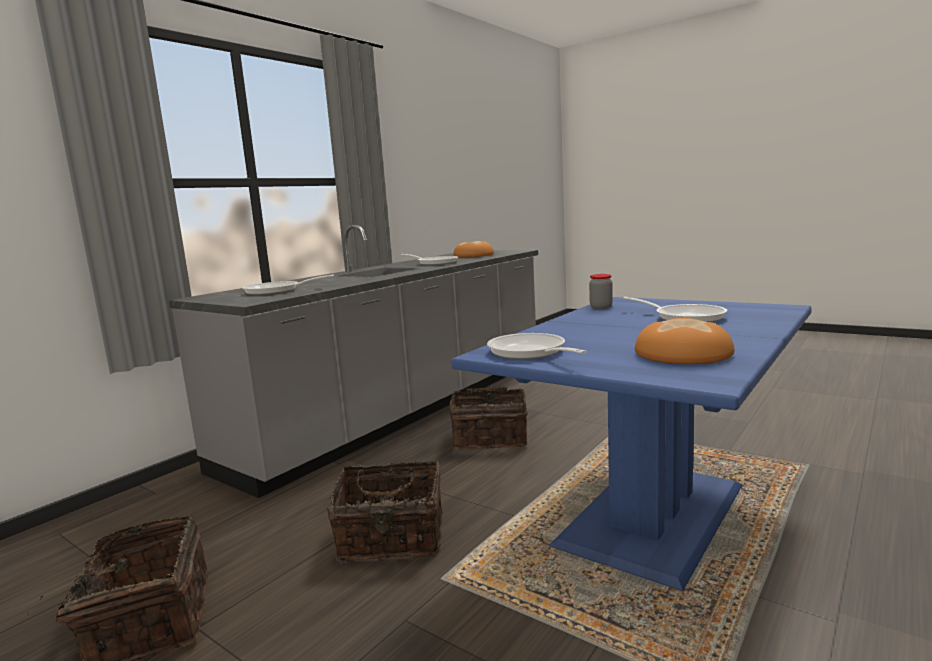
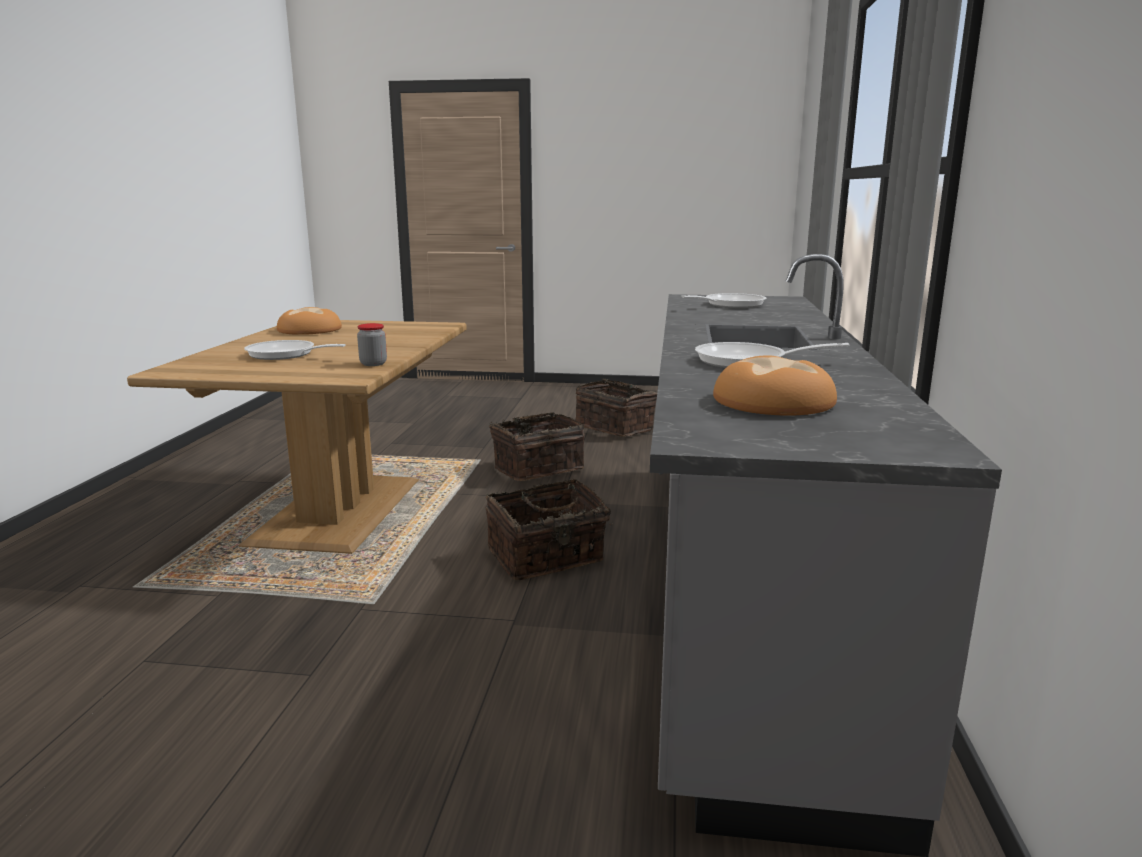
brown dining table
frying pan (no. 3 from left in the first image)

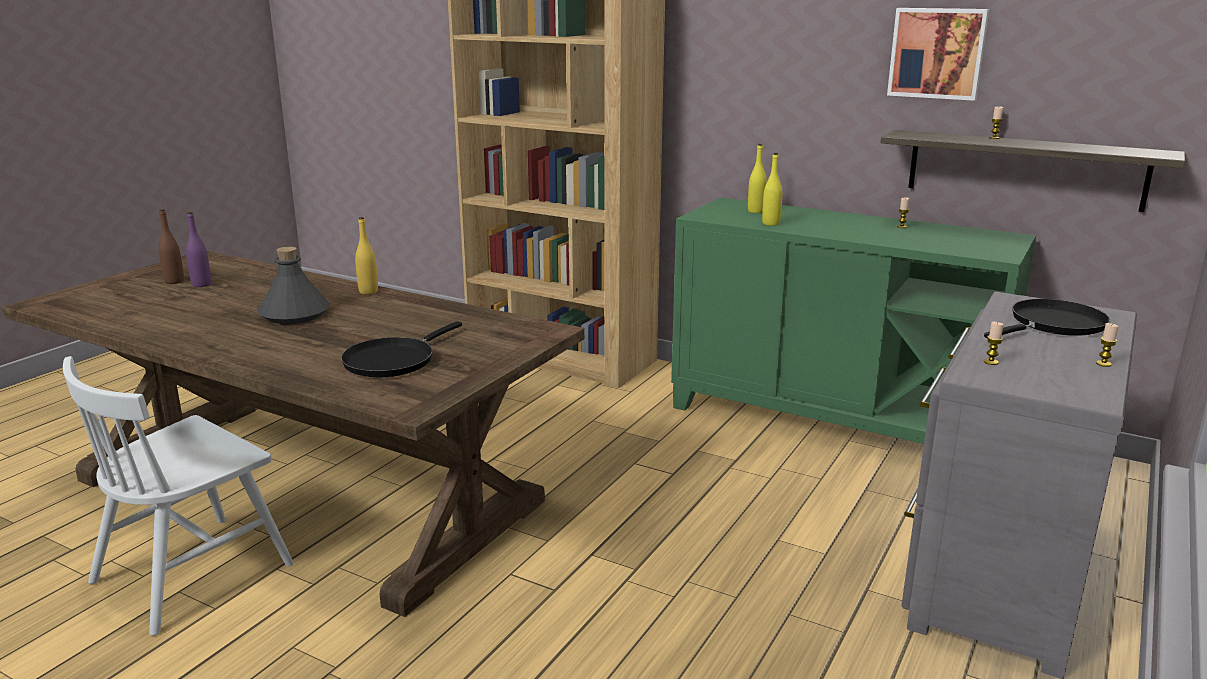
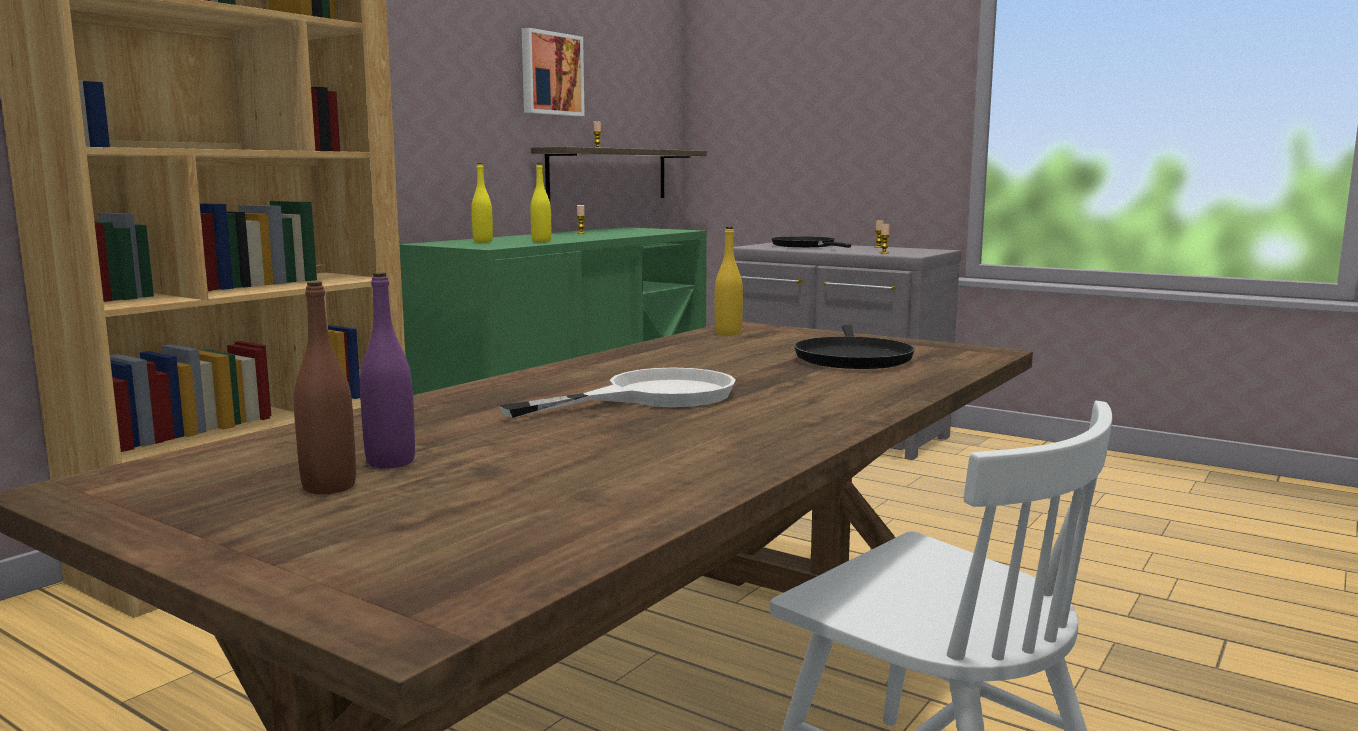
white frying pan
black frying pan (no. 2 from left)
yellow bottle (no. 3 from left)

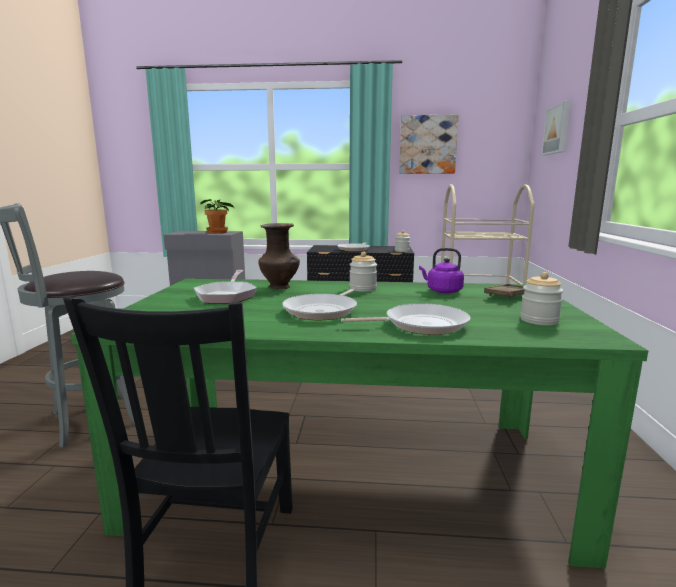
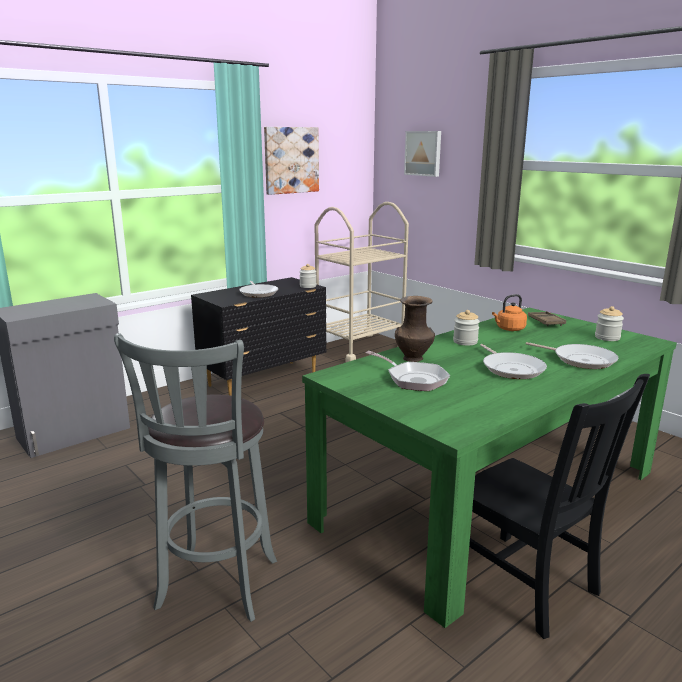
potted plant
frying pan (no. 4 from left)
orange kettle

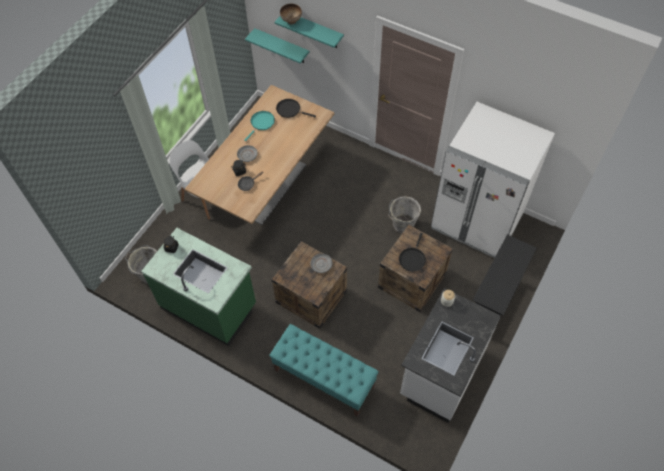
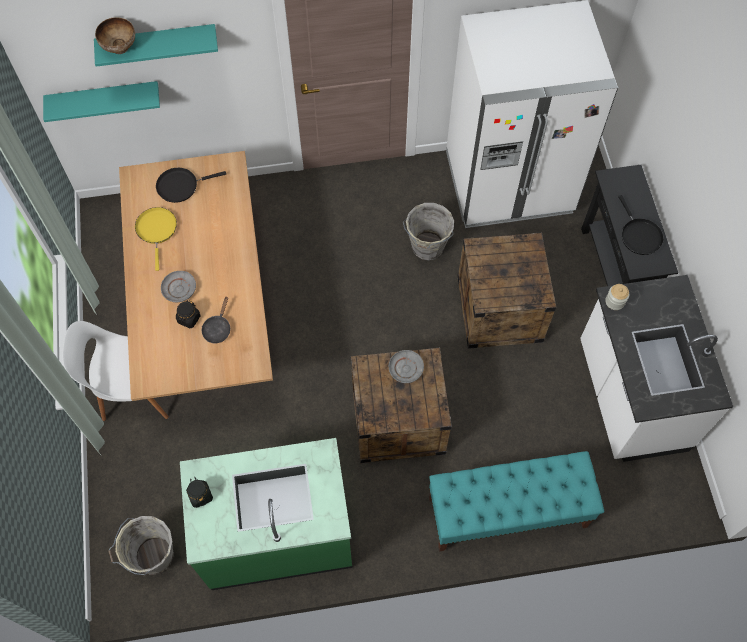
yellow frying pan
black frying pan (no. 3 from left)

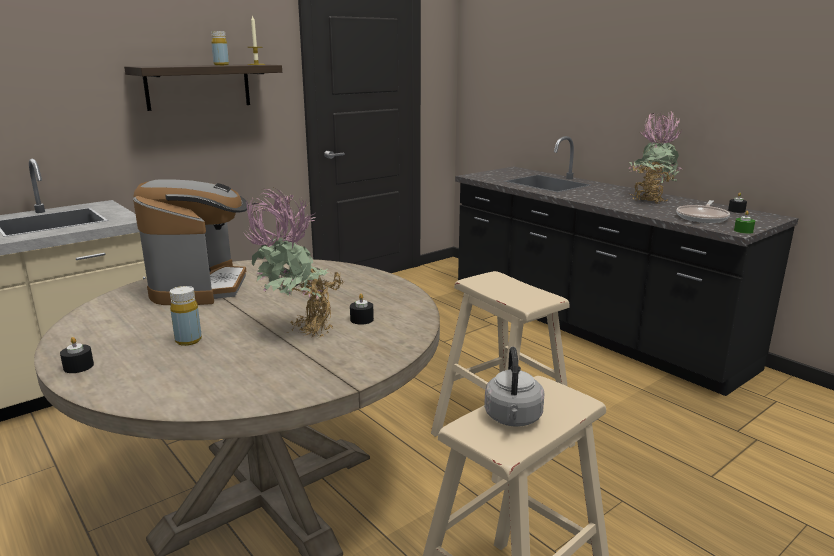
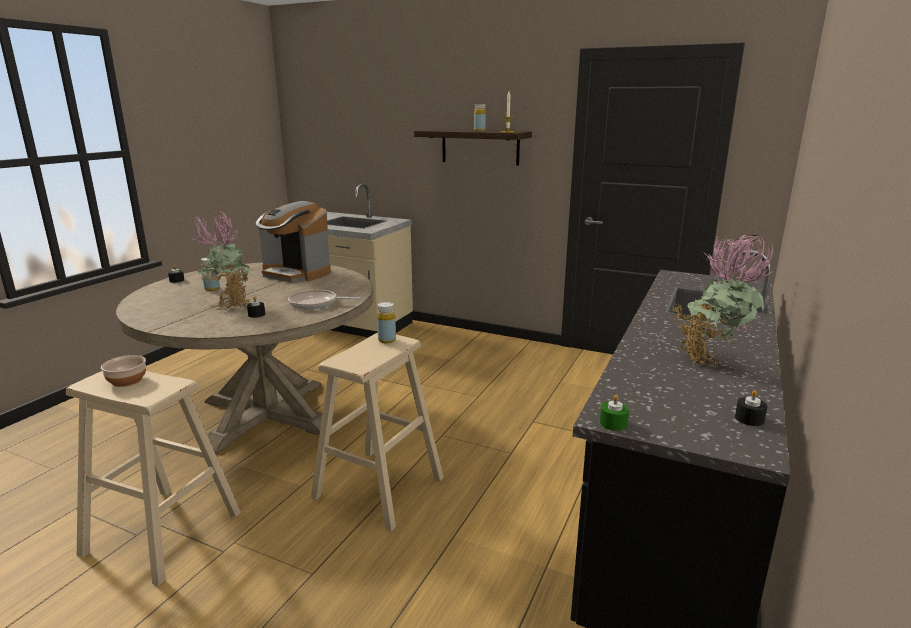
coffee machine
bowl
frying pan
yellow bottle (no. 2 from left)

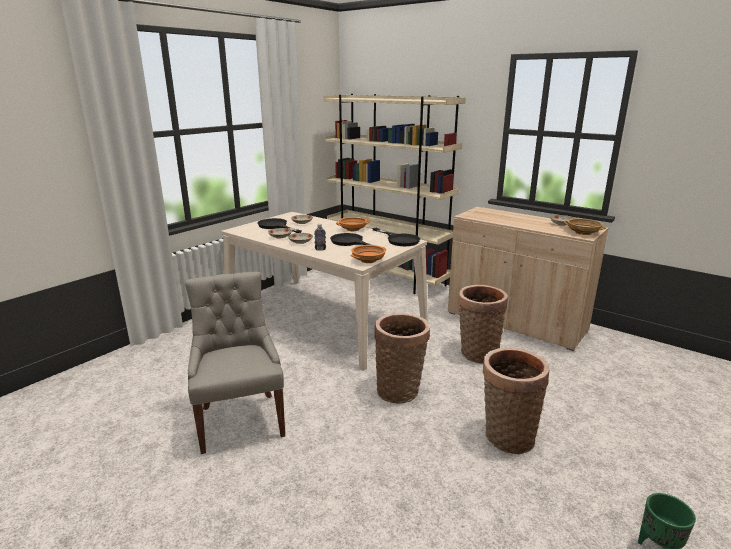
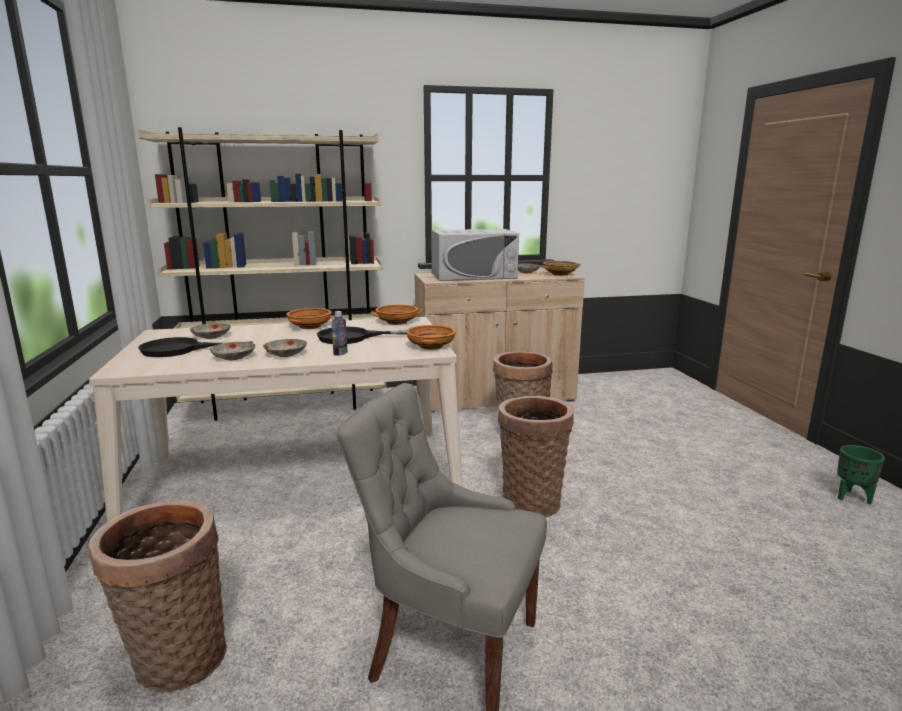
orange bowl (no. 2 from left)
basket (no. 1 from left)
white microwave

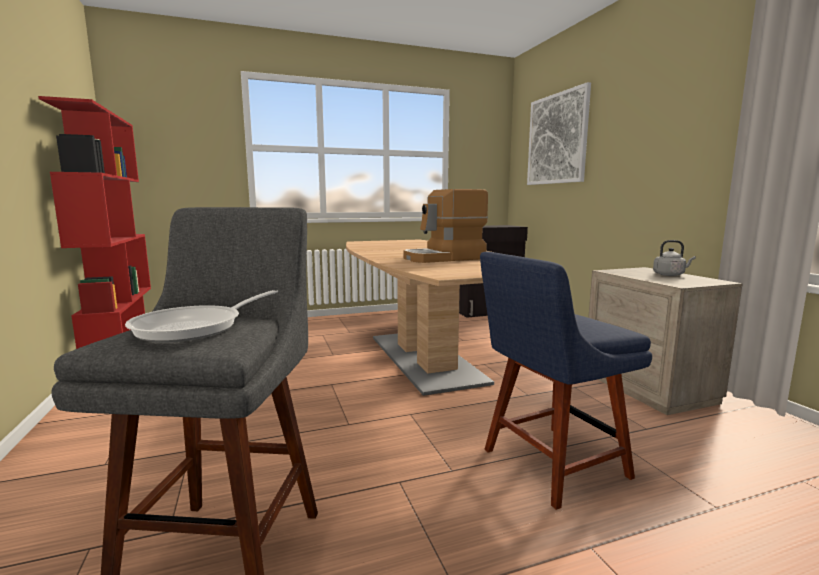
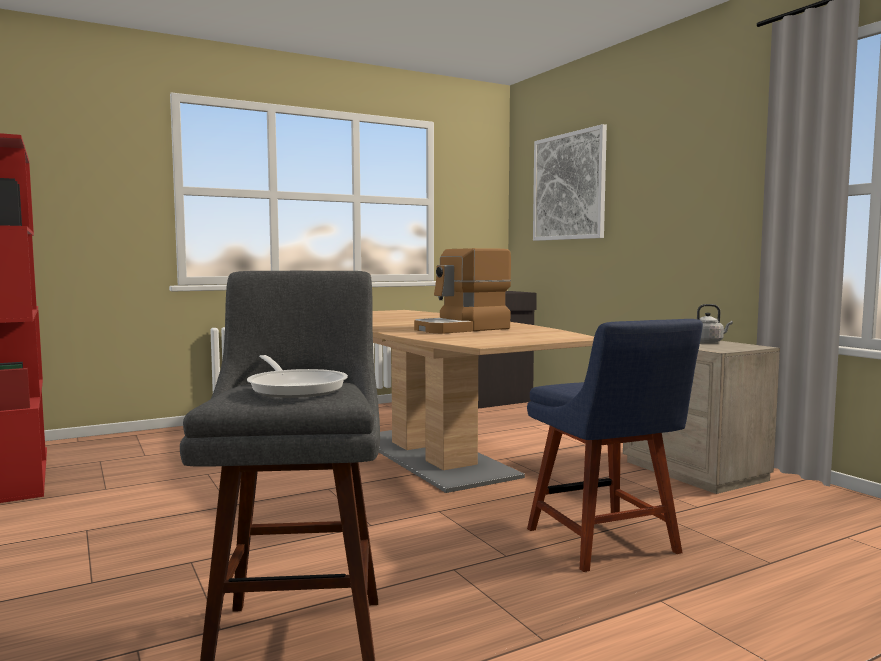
frying pan
blue chair

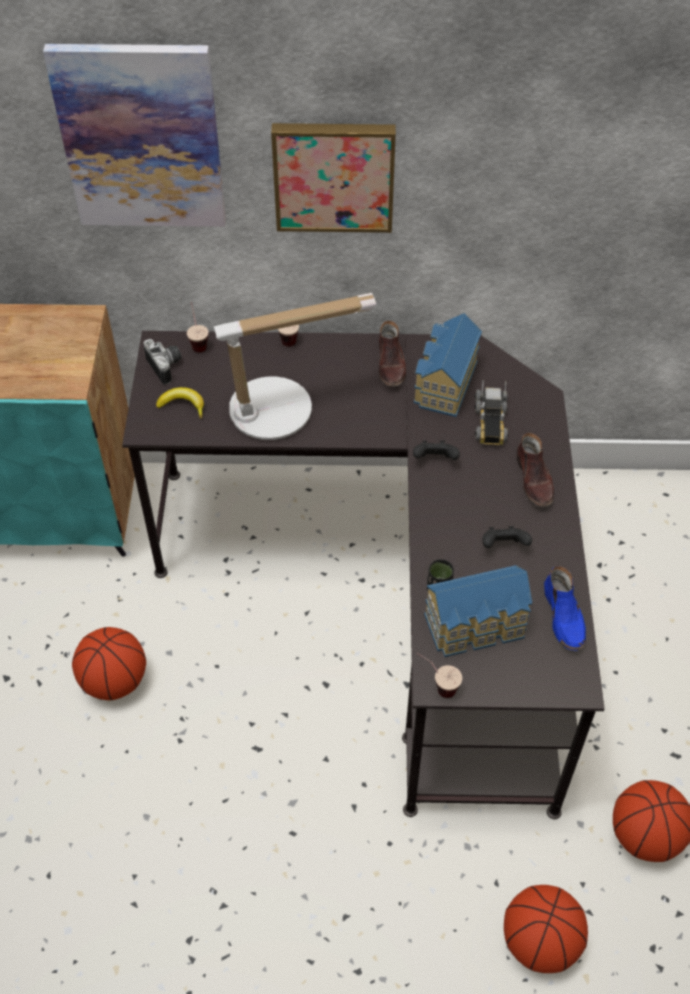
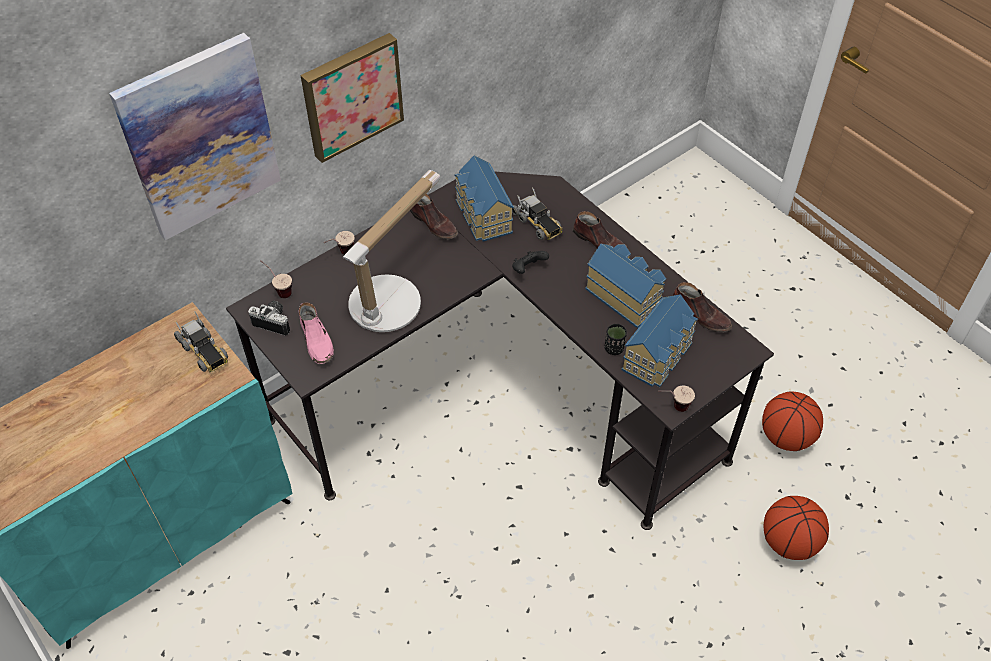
basketball (no. 1 from left in the first image)
pink shoe
toy house (no. 2 from left)
brown shoe (no. 3 from left)
toy truck (no. 1 from left)

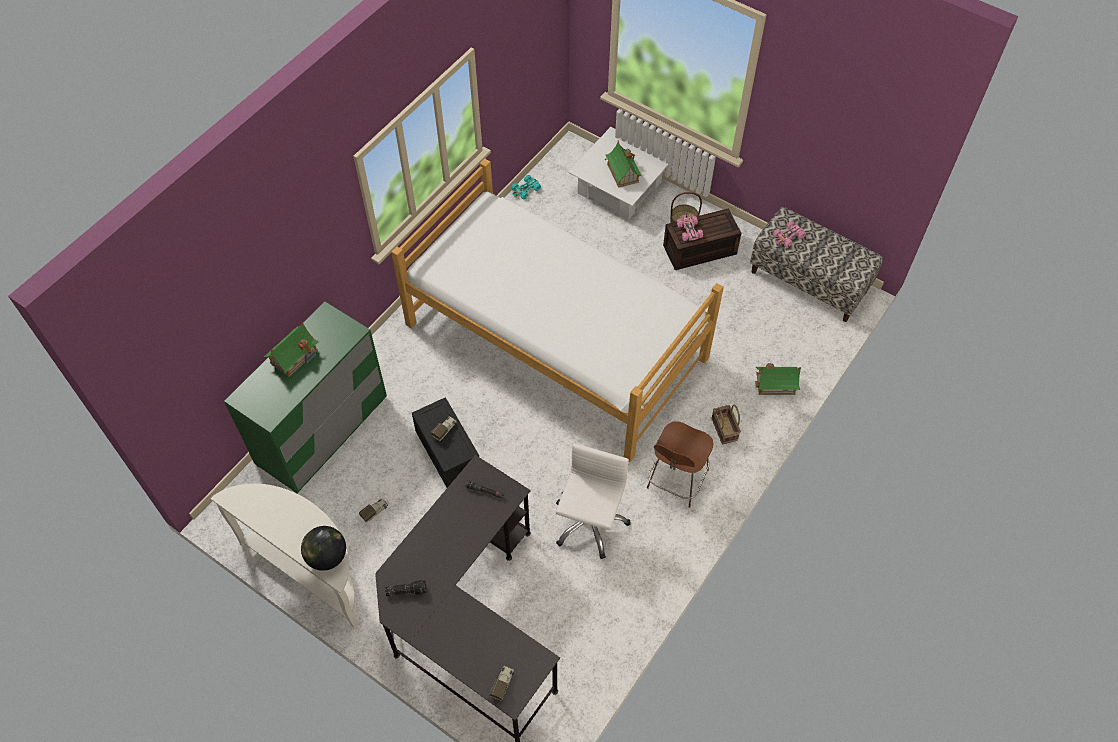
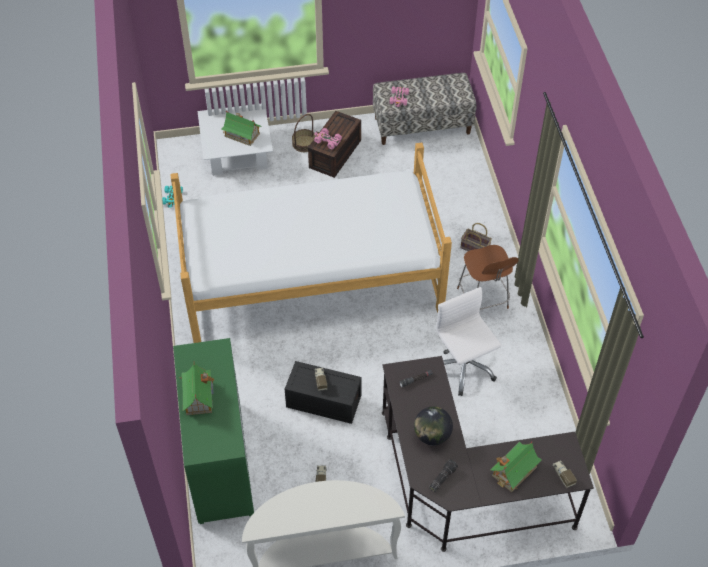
globe
toy house (no. 3 from left)

